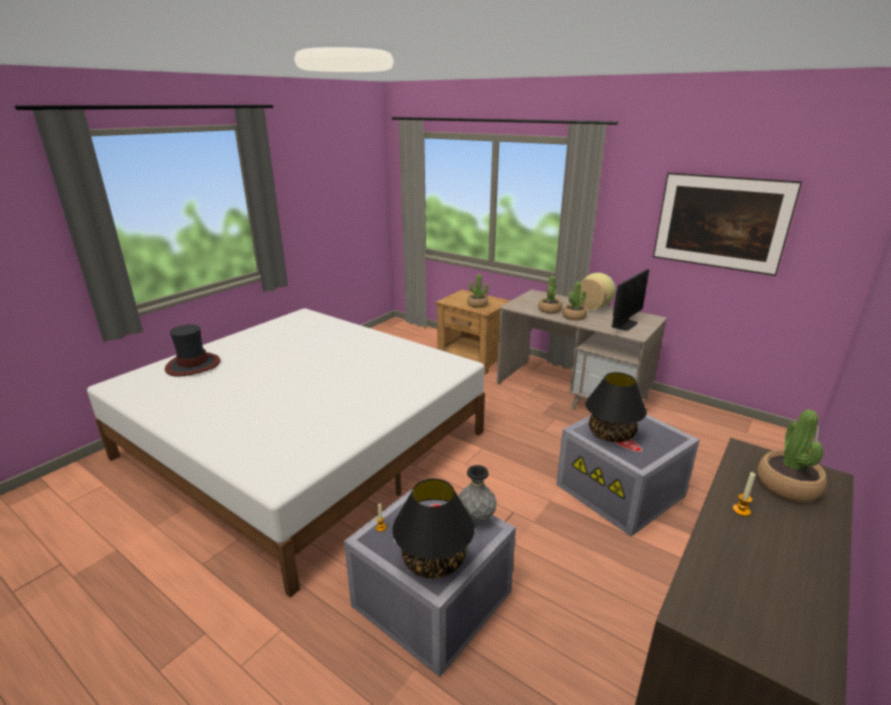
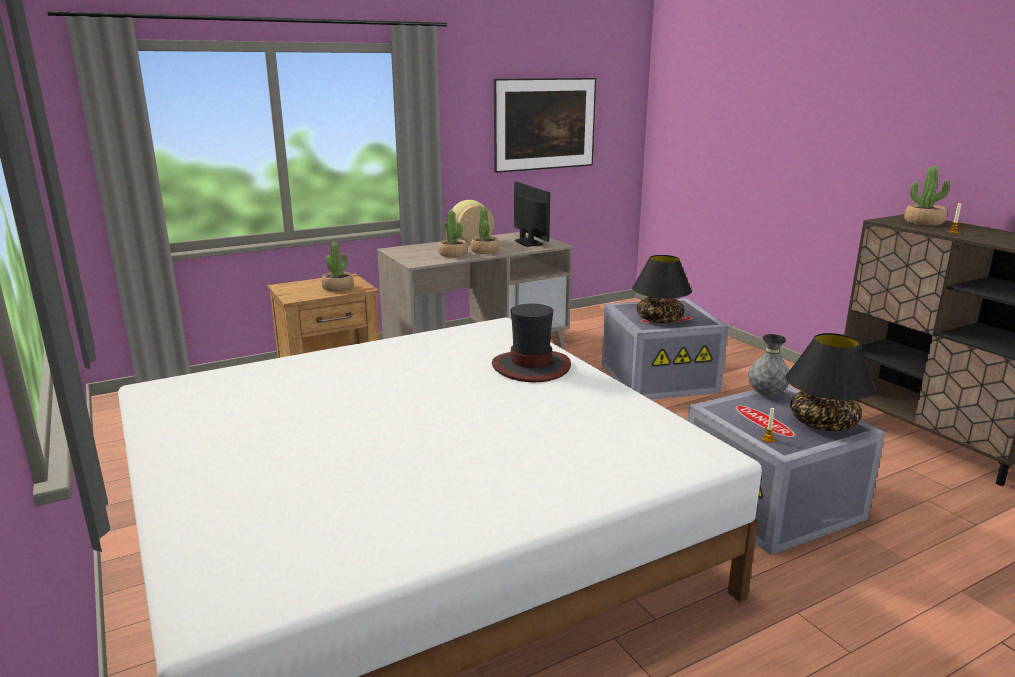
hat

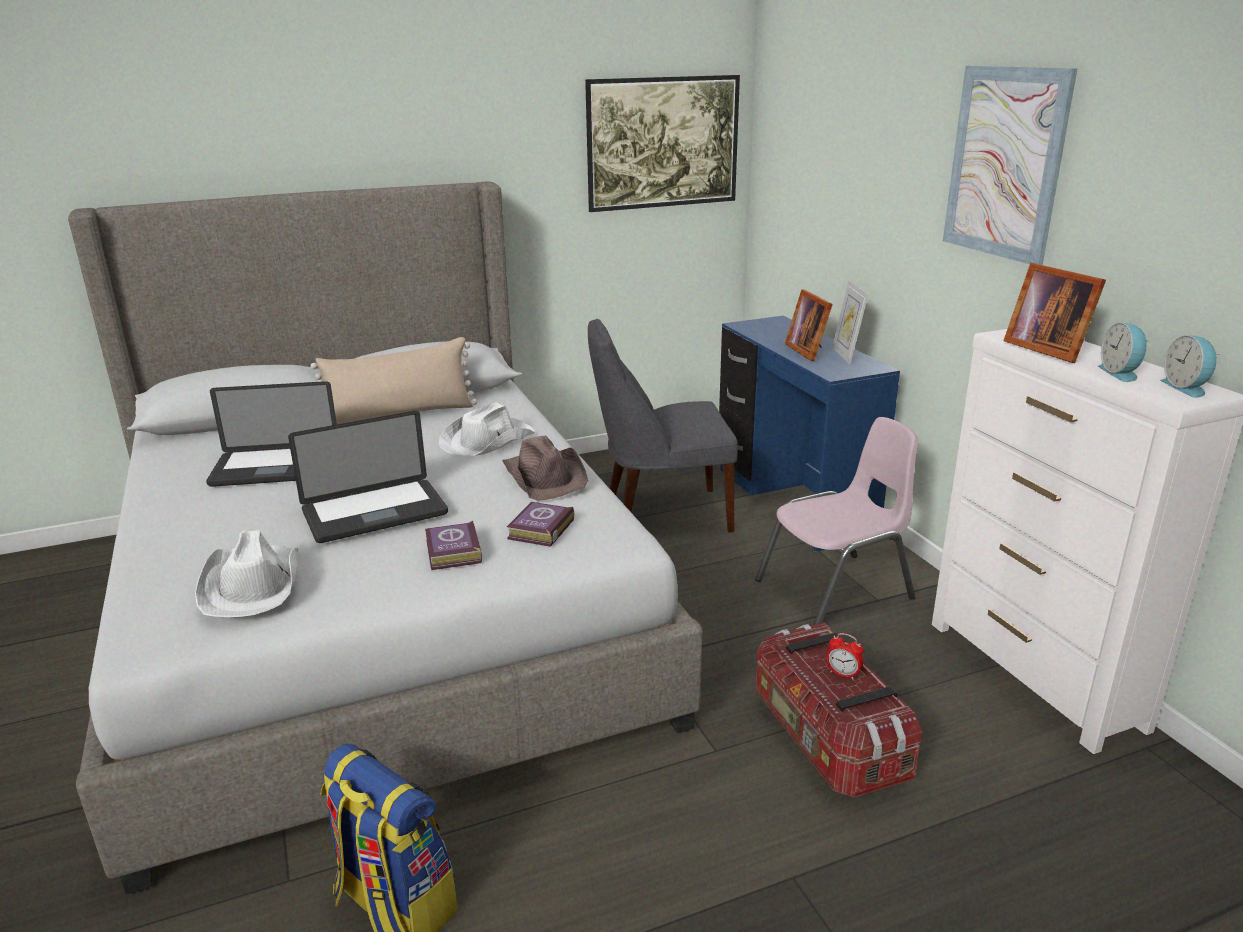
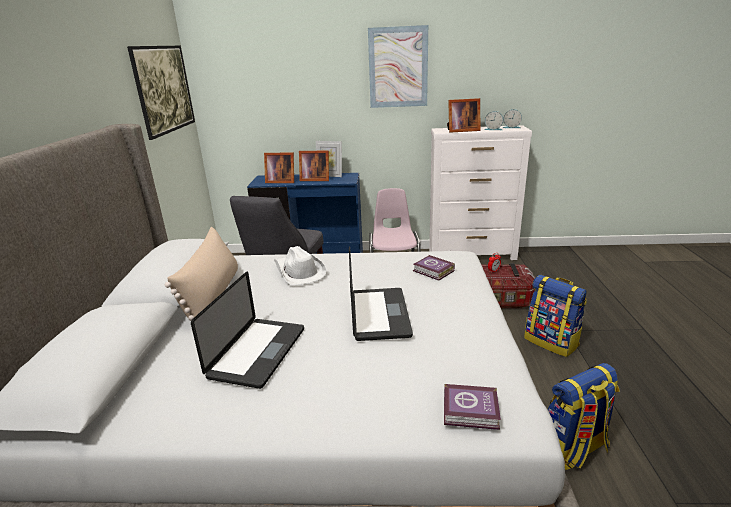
white hat (no. 1 from left in the first image)
book (no. 2 from left)
brown hat
picture frame (no. 1 from left)
backpack (no. 1 from left)

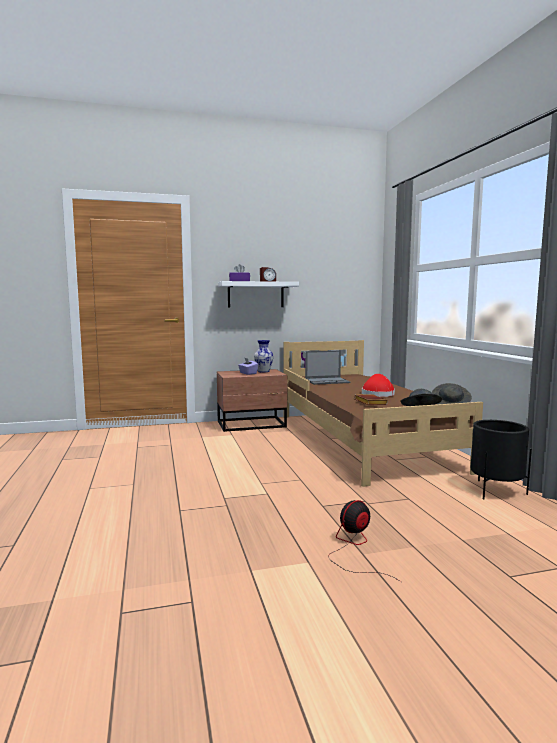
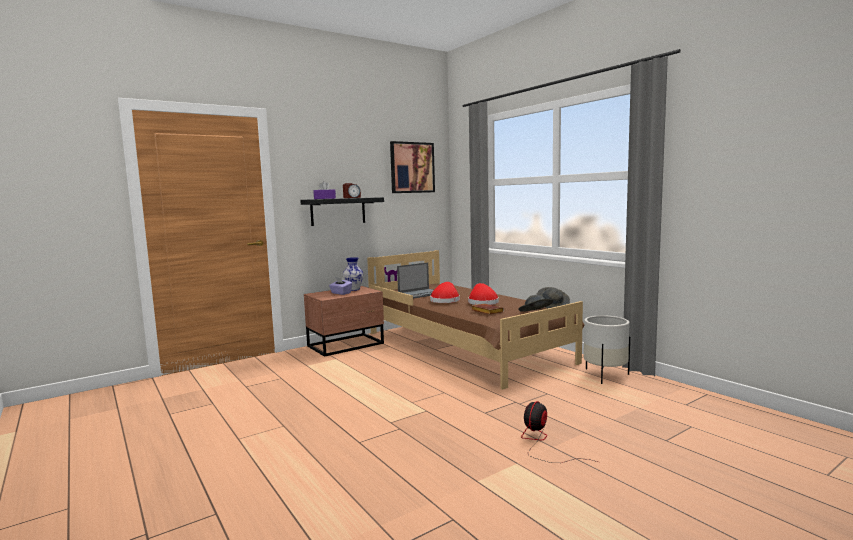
black shelf
white planter
picture
red hat (no. 1 from left)

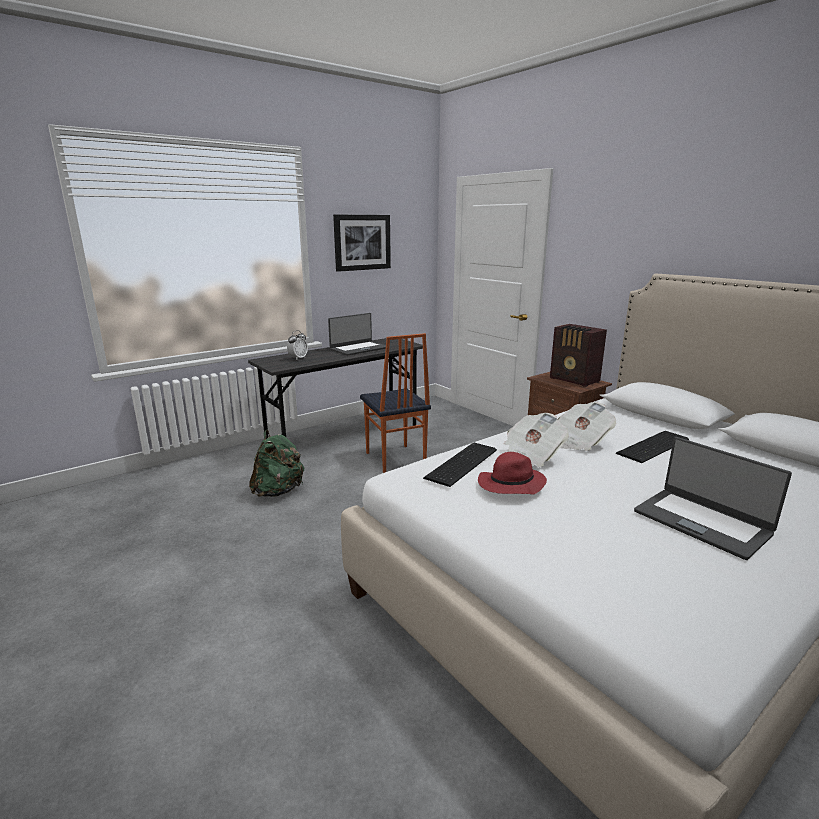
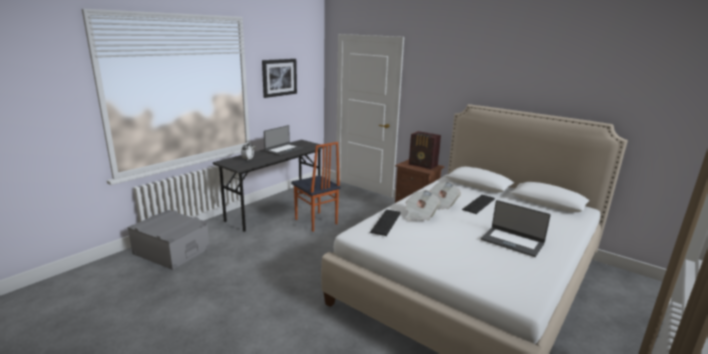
green backpack
red hat
grey storage box

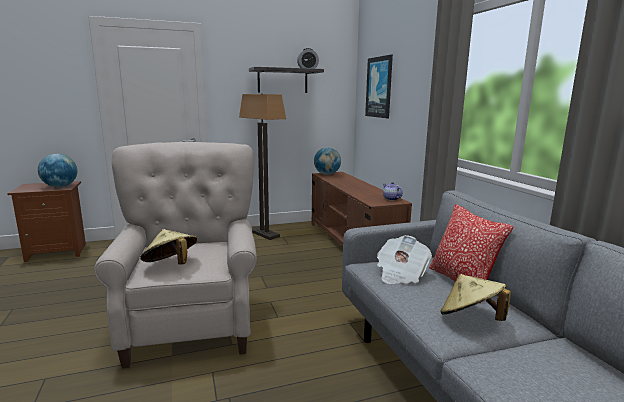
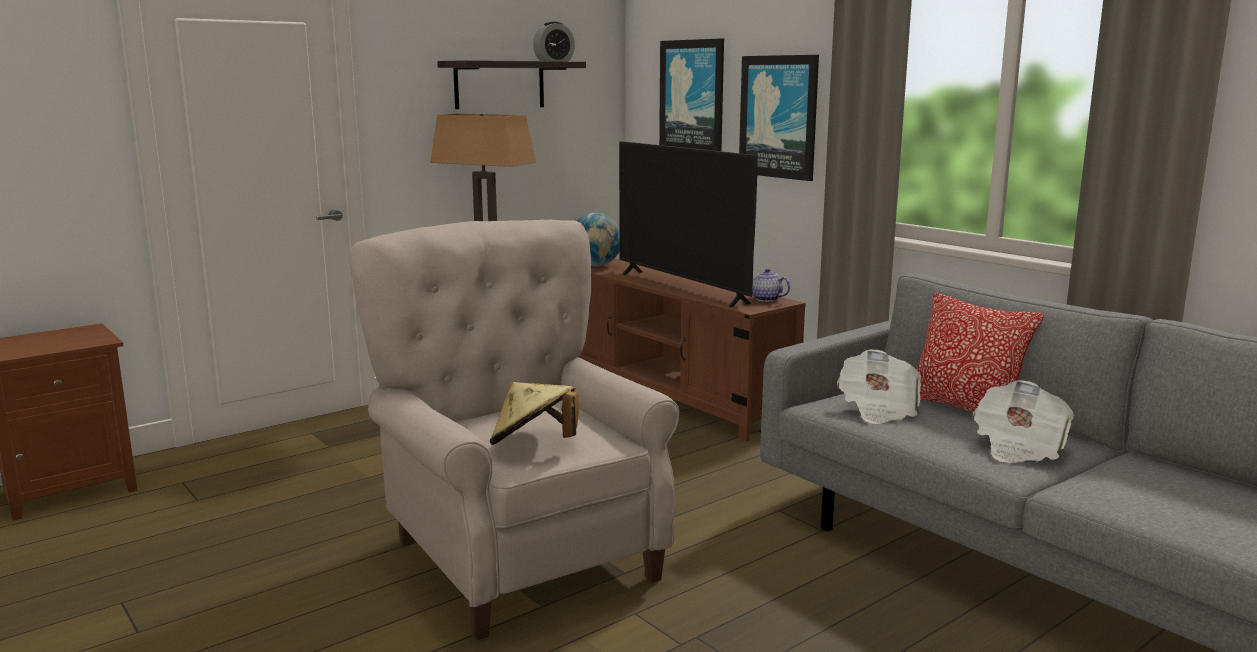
globe (no. 1 from left in the first image)
newspaper (no. 2 from left)
television
picture (no. 2 from left)

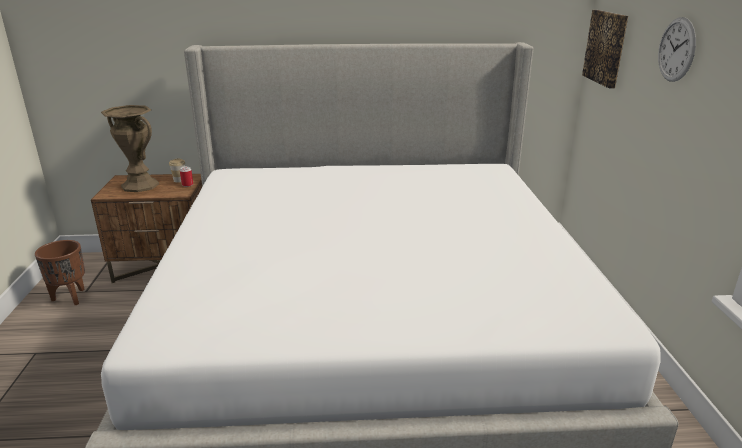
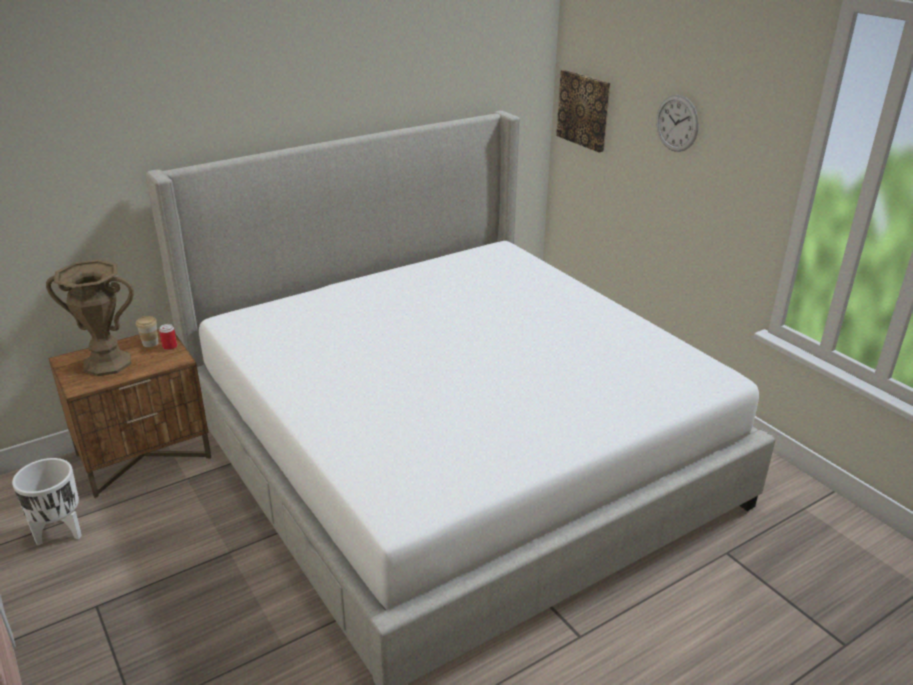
white planter

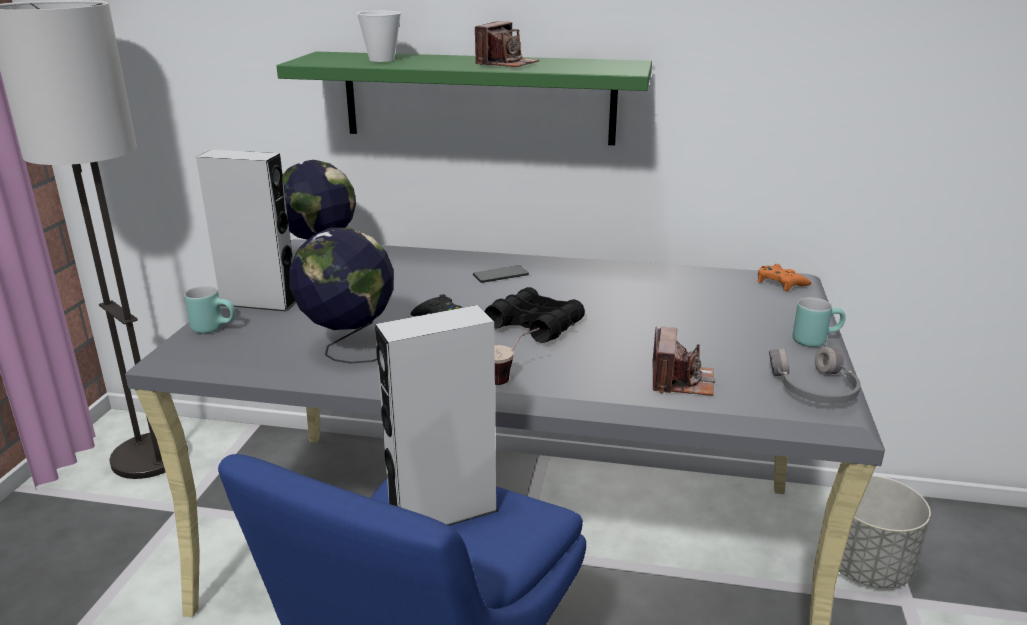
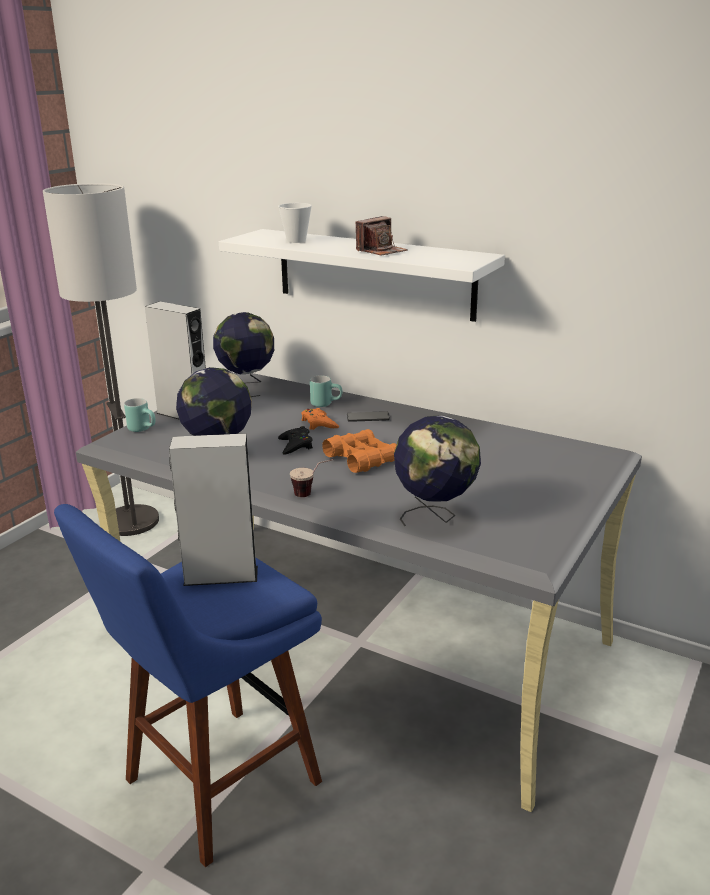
white shelf
orange binoculars
globe (no. 3 from left)
orange game controller
grey headphones
turquoise mug (no. 2 from left)
grey planter

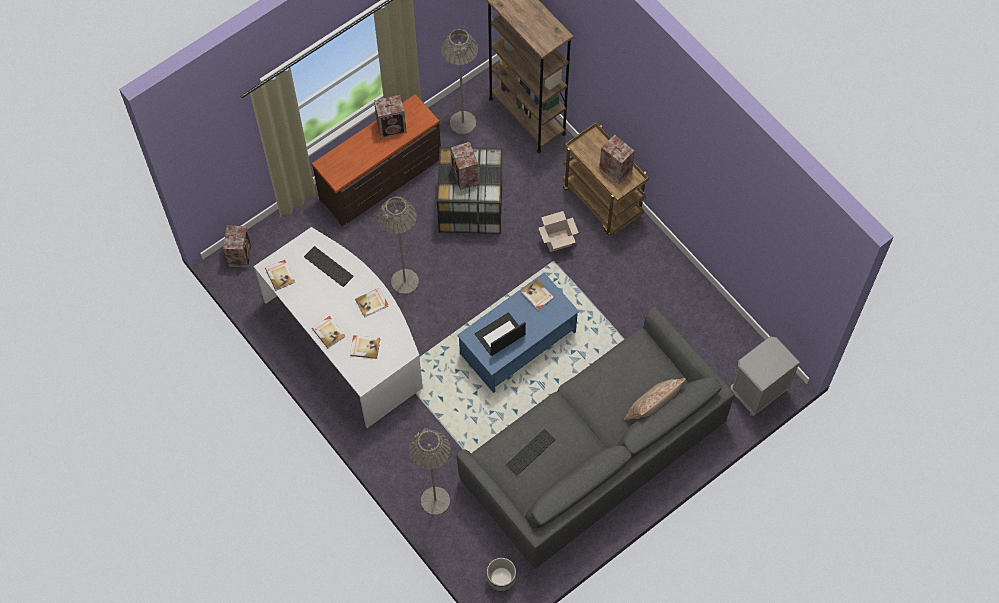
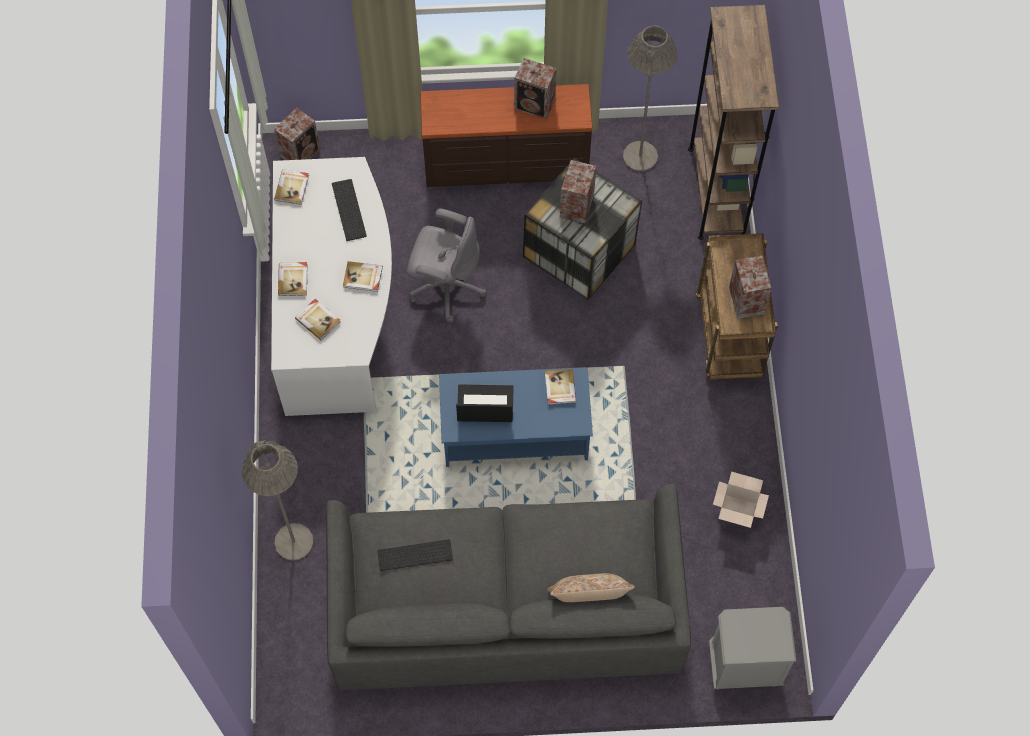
grey office chair
planter
cardboard box

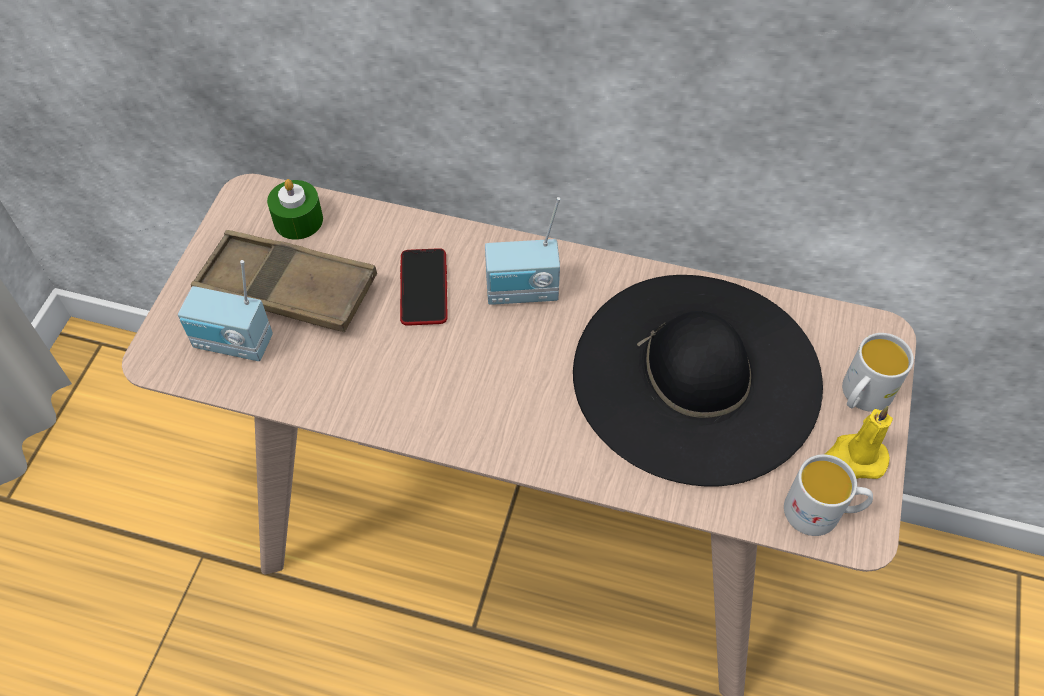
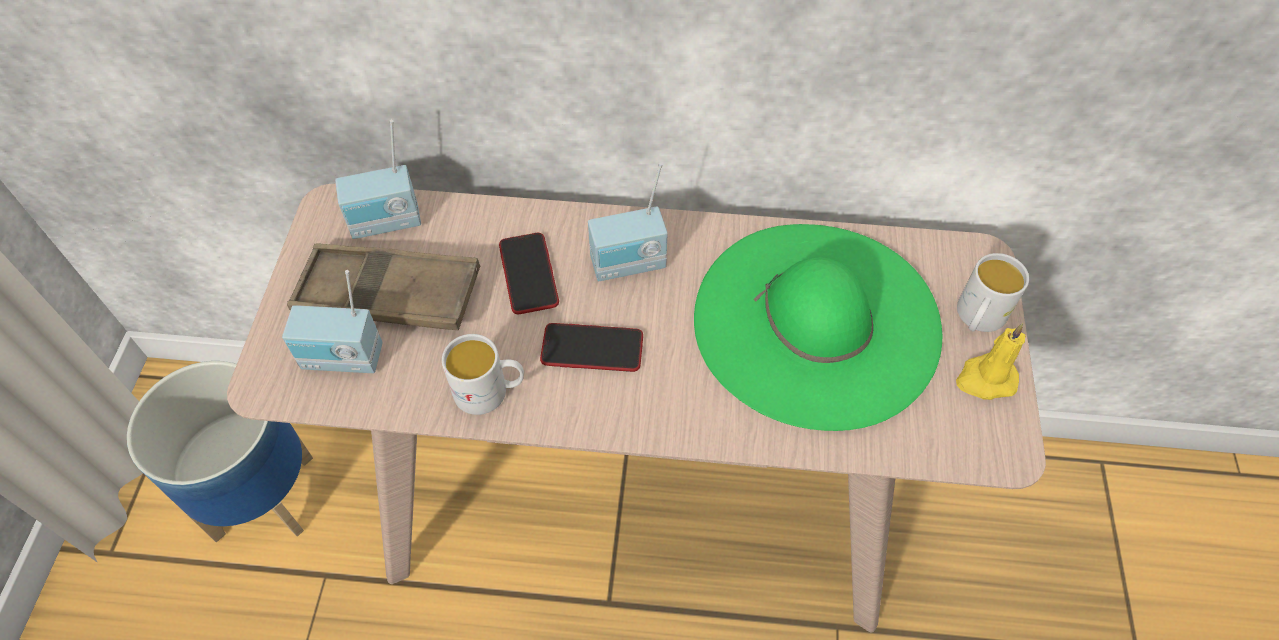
radio (no. 2 from left)
green hat
white mug (no. 1 from left)
planter
phone (no. 2 from left)

